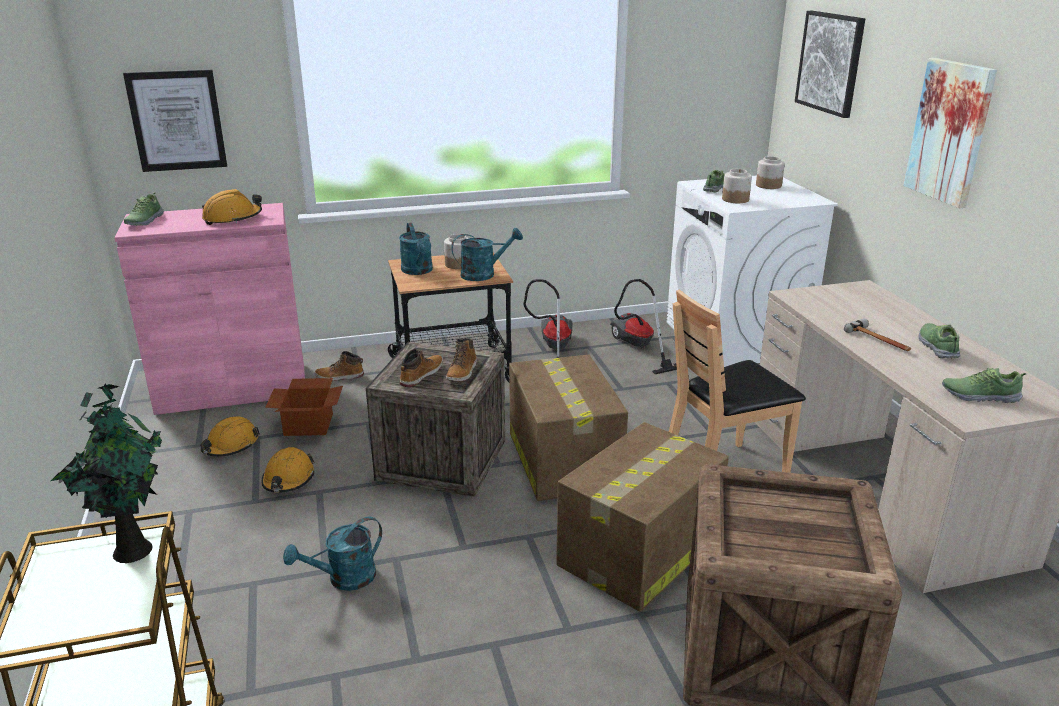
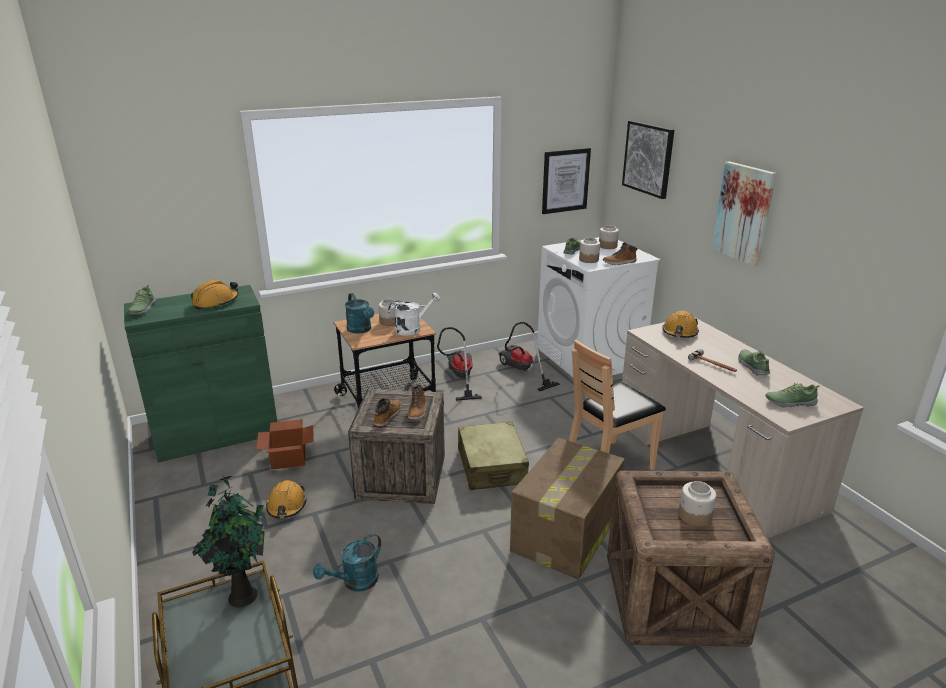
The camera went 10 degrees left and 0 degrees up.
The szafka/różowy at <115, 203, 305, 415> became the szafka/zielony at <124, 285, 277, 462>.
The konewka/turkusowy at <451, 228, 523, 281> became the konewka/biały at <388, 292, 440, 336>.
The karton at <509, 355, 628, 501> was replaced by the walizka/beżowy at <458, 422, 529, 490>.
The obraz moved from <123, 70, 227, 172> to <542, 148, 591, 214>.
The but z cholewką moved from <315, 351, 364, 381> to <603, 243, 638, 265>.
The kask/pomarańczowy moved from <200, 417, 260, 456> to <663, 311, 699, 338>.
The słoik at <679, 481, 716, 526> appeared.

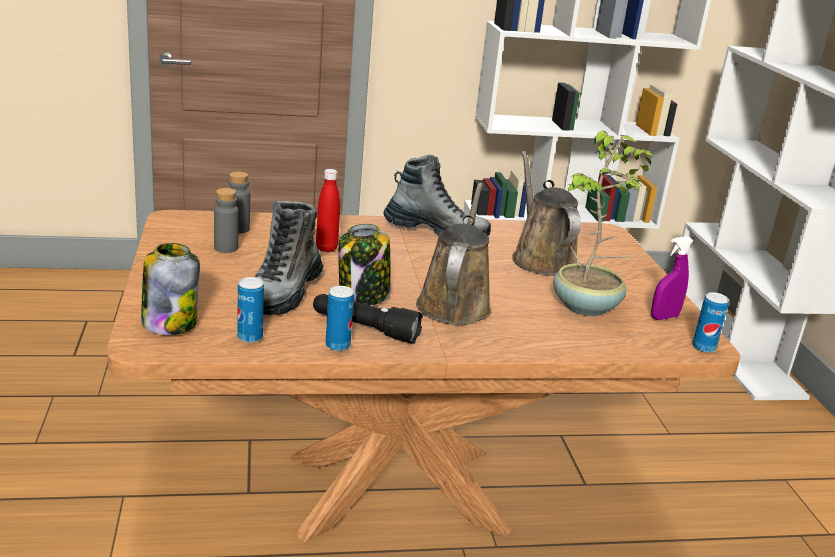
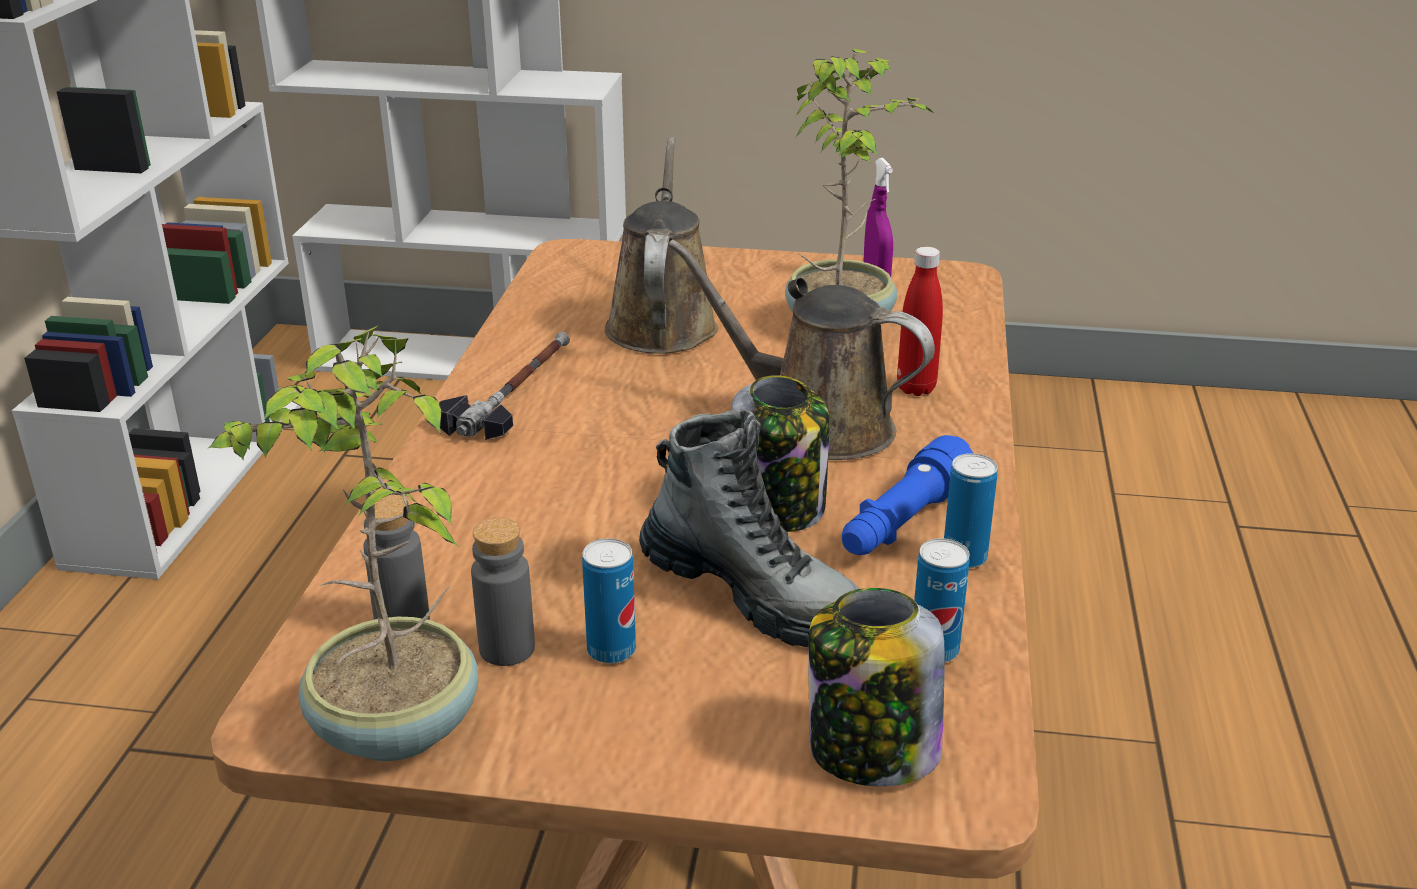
The camera went 70 degrees left and 5 degrees up.
The roślina doniczkowa at <209, 326, 478, 761> appeared.
The but z cholewką at <383, 154, 491, 236> was replaced by the młotek at <439, 332, 570, 440>.
The puszka moved from <692, 292, 729, 353> to <582, 539, 636, 664>.
The konewka/brązowy at <512, 151, 581, 276> turned 90 degrees clockwise.
The latarka/czarny at <313, 294, 423, 344> became the latarka/niebieski at <842, 435, 973, 555>.
The butelka/czerwony moved from <316, 169, 340, 252> to <897, 247, 943, 396>.

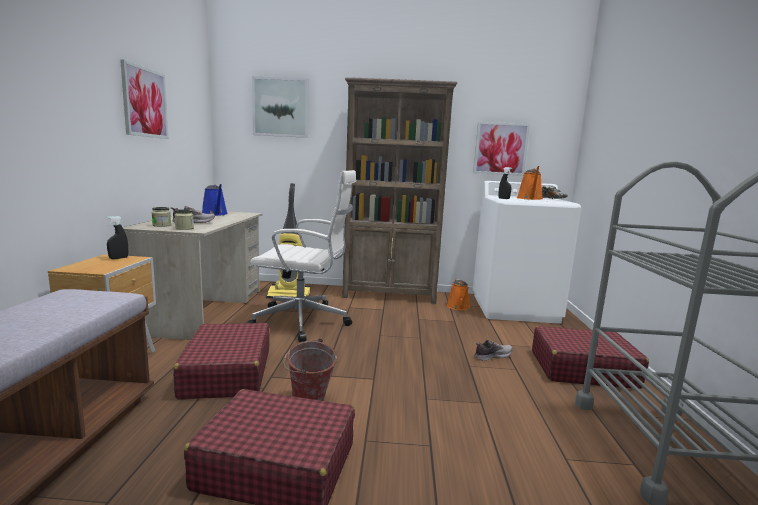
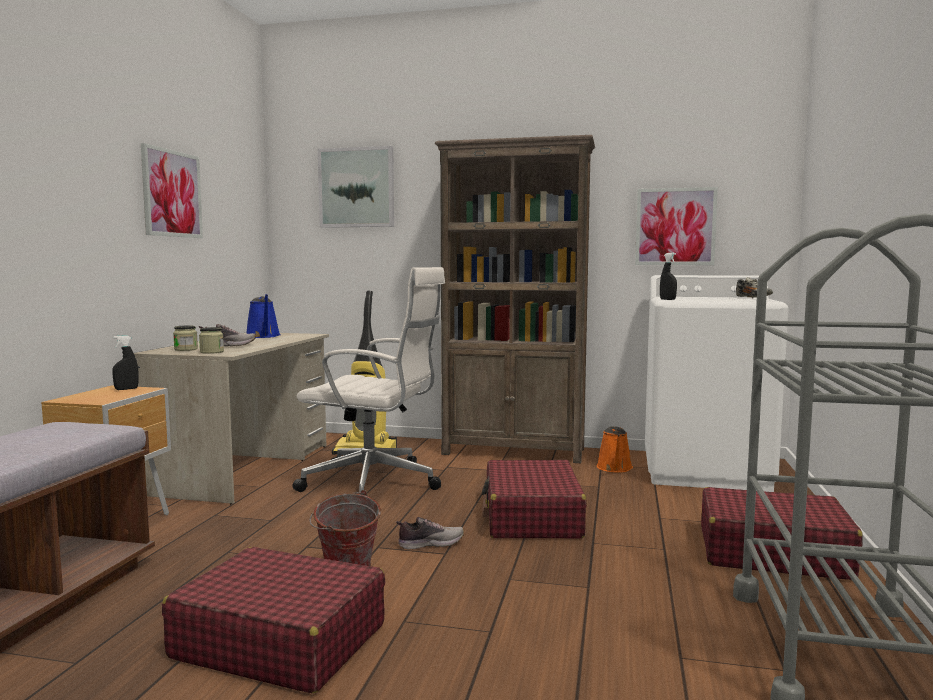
The camera went 10 degrees right and 5 degrees down.
The but moved from <475, 340, 513, 361> to <396, 517, 464, 549>.
The walizka/czerwony moved from <173, 323, 269, 400> to <482, 460, 587, 539>.
The konewka/pomarańczowy at <517, 166, 542, 200> disappeared.

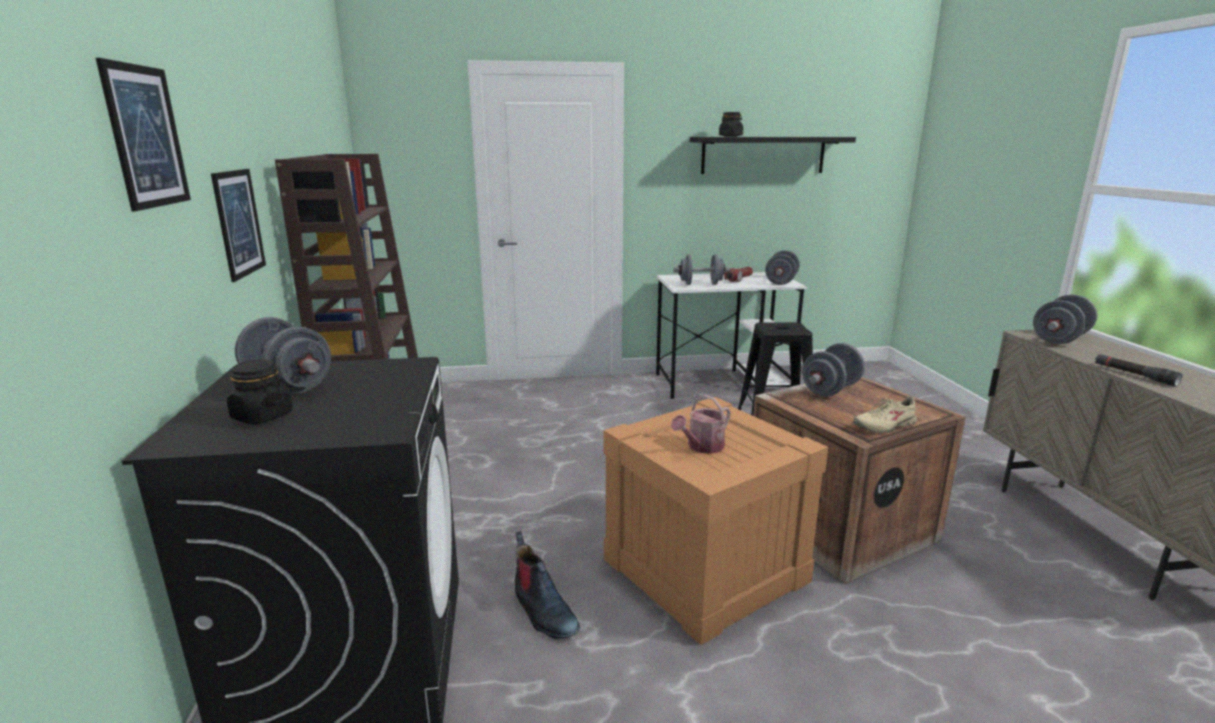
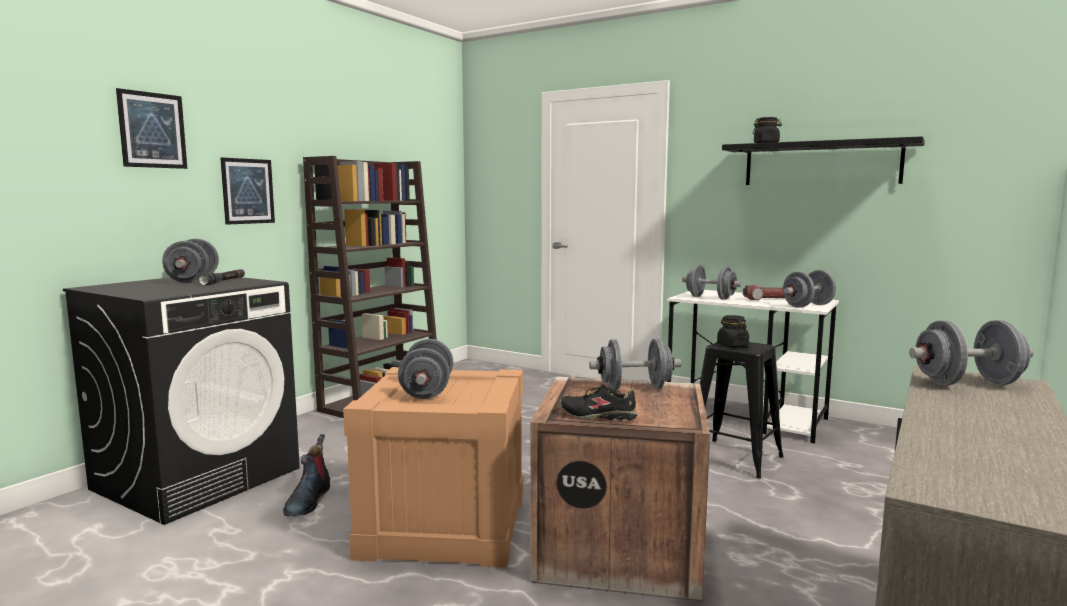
The camera went 40 degrees right and 10 degrees down.
The latarka/czarny moved from <1095, 354, 1183, 386> to <198, 269, 245, 286>.
The konewka at <671, 395, 731, 454> was replaced by the hantel/szary at <398, 339, 453, 399>.
The but/beżowy at <853, 396, 920, 433> became the but/czarny at <559, 385, 637, 422>.
The słoik/czarny moved from <227, 360, 293, 424> to <717, 315, 749, 347>.

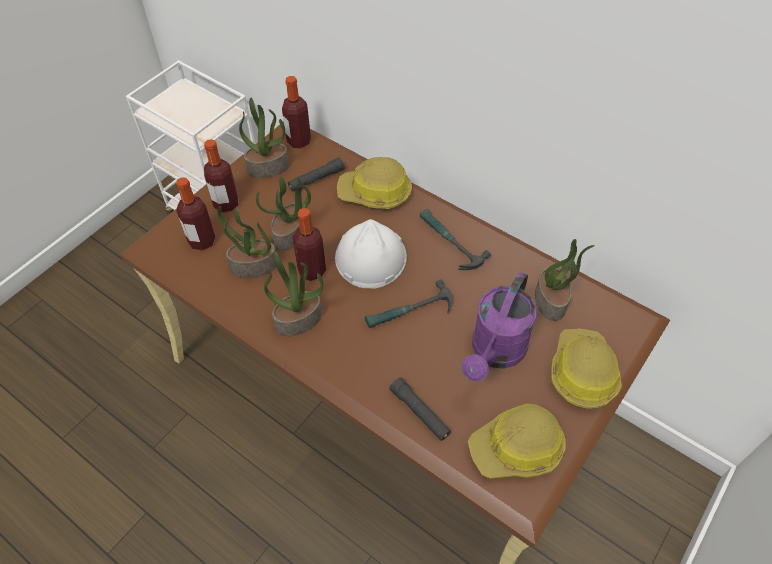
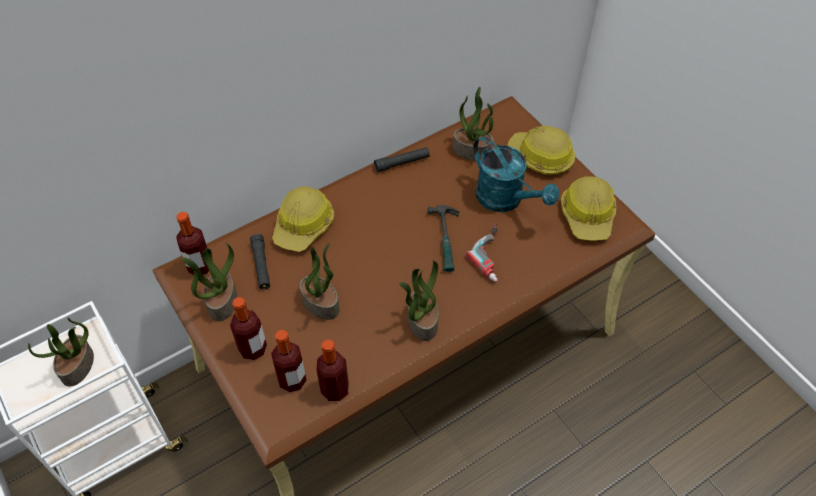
The camera went 70 degrees left and 0 degrees up.
The roślina doniczkowa moved from <217, 206, 276, 278> to <28, 318, 94, 387>.
The butelka moved from <293, 208, 326, 281> to <317, 340, 349, 401>.
The latarka/czarny moved from <389, 377, 451, 441> to <374, 147, 430, 172>.
The wiertarka at <466, 223, 498, 282> appeared.
The konewka/fioletowy at <462, 272, 536, 381> became the konewka/turkusowy at <473, 136, 559, 212>.
The kask/biały at <335, 219, 407, 289> disappeared.
The młotek at <420, 209, 491, 270> disappeared.

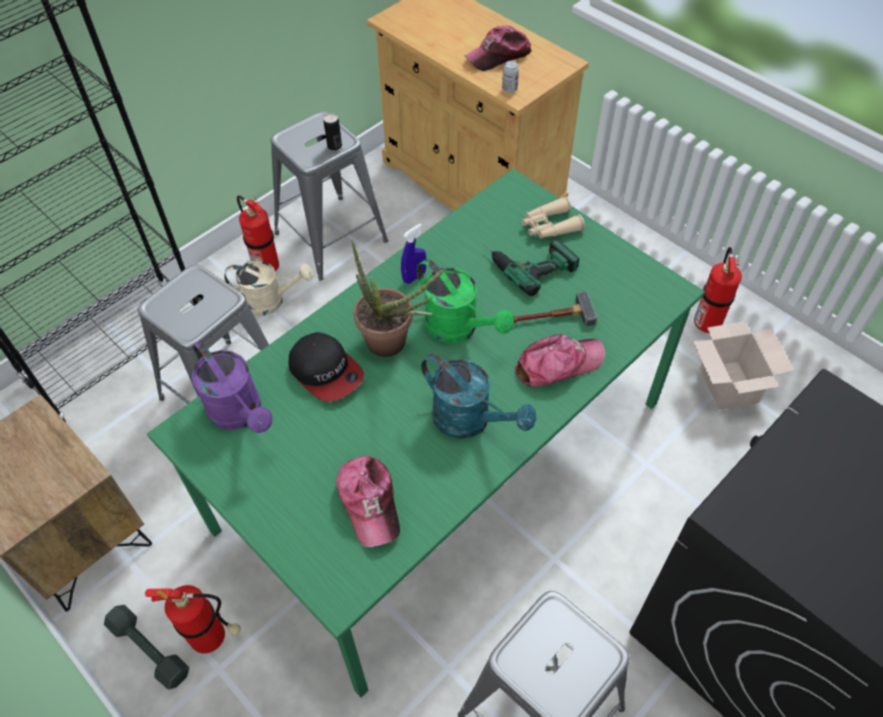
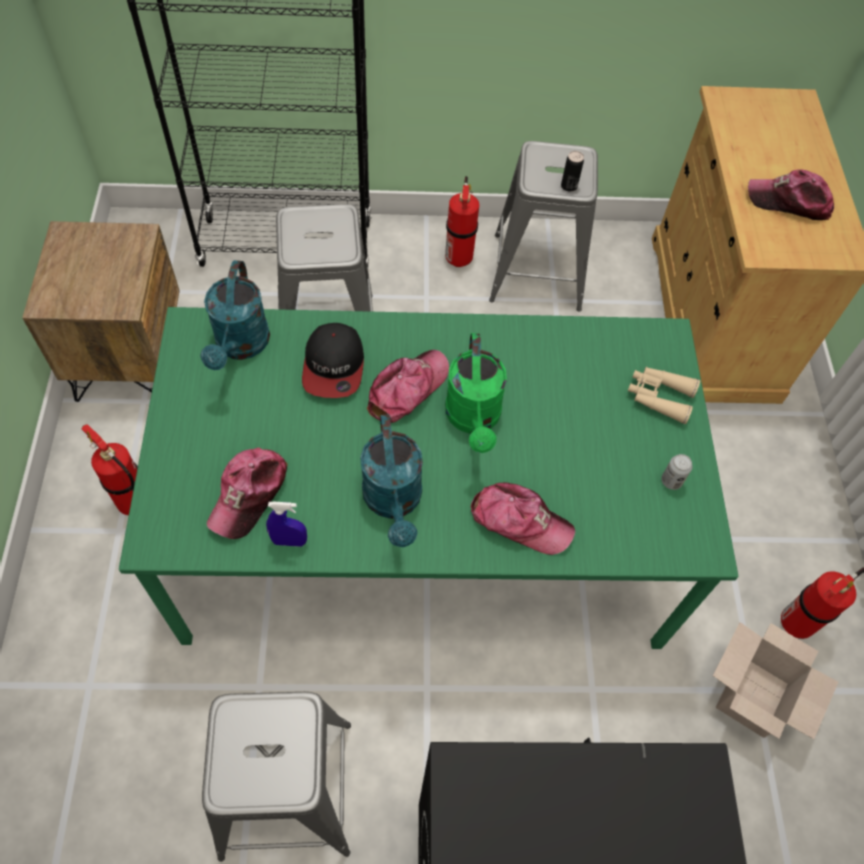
The camera went 40 degrees right and 5 degrees up.
The konewka/fioletowy at <192, 340, 273, 433> became the konewka/turkusowy at <201, 260, 270, 370>.
The spryskiwacz/niebieski moved from <401, 223, 426, 284> to <266, 502, 307, 547>.
The roślina doniczkowa at <351, 240, 446, 357> was replaced by the czapka z daszkiem at <367, 350, 449, 423>.
The puszka moved from <502, 61, 519, 93> to <661, 454, 692, 490>.
The hantel/szary at <104, 605, 189, 690> disappeared.
The konewka/beżowy at <224, 261, 313, 316> disappeared.
The wiertarka at <484, 239, 580, 296> disappeared.
The młotek at <514, 291, 597, 327> disappeared.

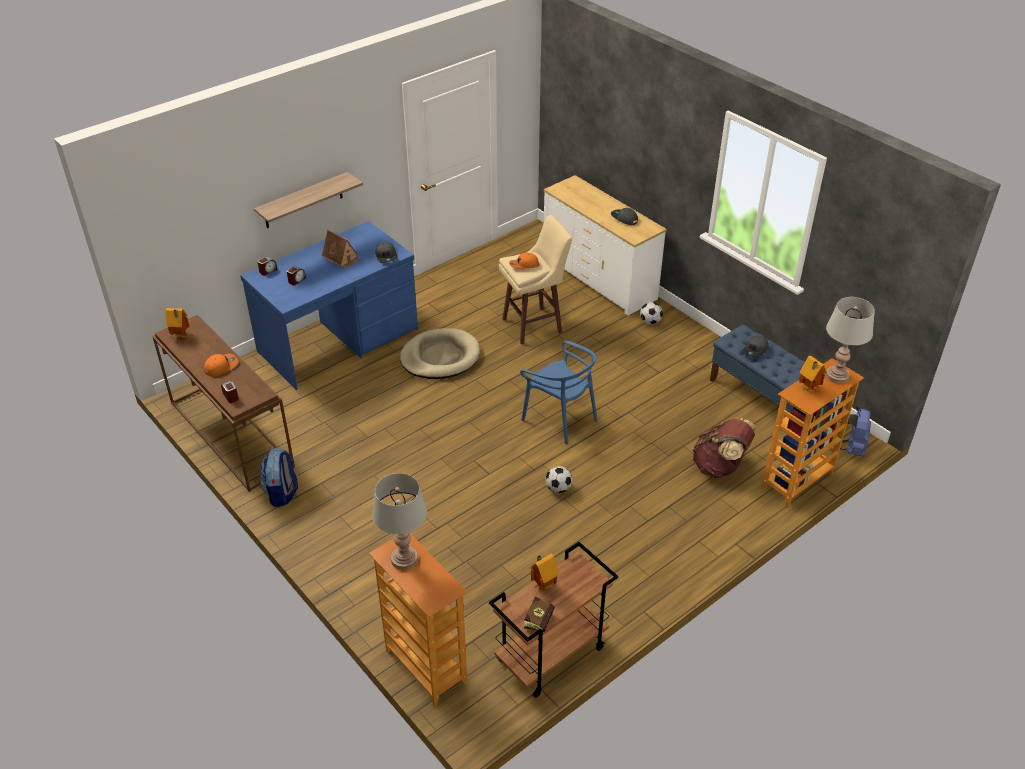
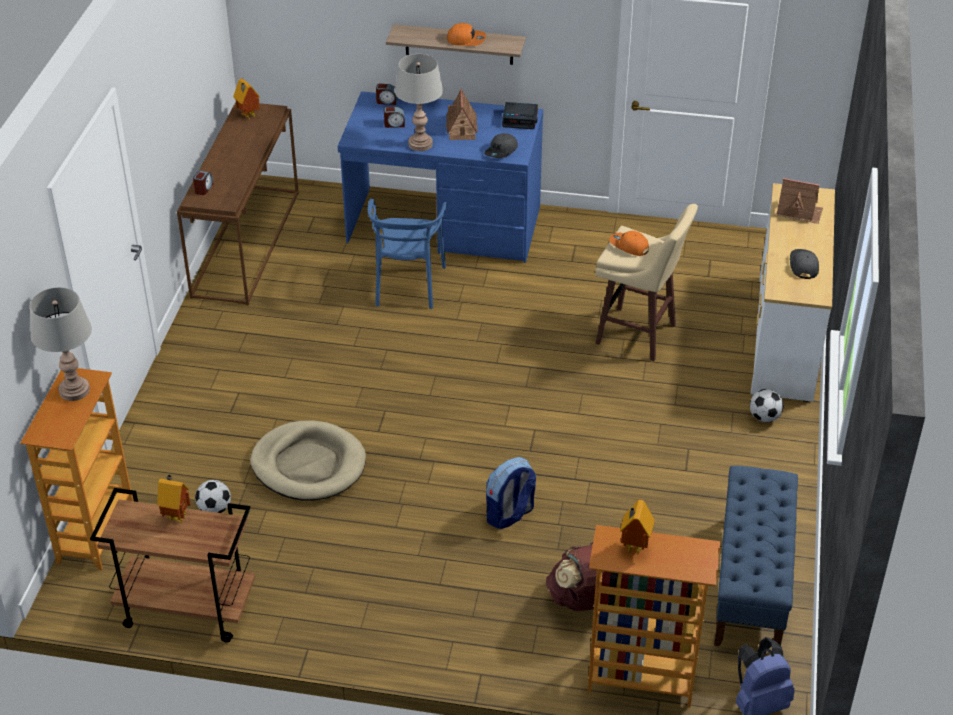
The camera went 50 degrees right and 0 degrees up.
The piłka futbolowa moved from <546, 466, 572, 493> to <195, 480, 231, 513>.
The legowisko/beżowy moved from <400, 328, 480, 379> to <250, 420, 366, 501>.
The krzesło/niebieski moved from <520, 341, 598, 444> to <367, 199, 447, 309>.
The lampa stołowa/szary moved from <826, 297, 875, 384> to <395, 54, 443, 151>.
The czapka z daszkiem/pomarańczowy moved from <204, 354, 238, 377> to <447, 23, 486, 46>.
The plecak moved from <261, 448, 298, 507> to <486, 457, 536, 529>.
The budzik at <502, 102, 538, 129> appeared.
The domek at <777, 178, 823, 224> appeared.
The książka at <524, 597, 555, 632> disappeared.
The czapka z daszkiem/szary at <742, 336, 768, 357> disappeared.

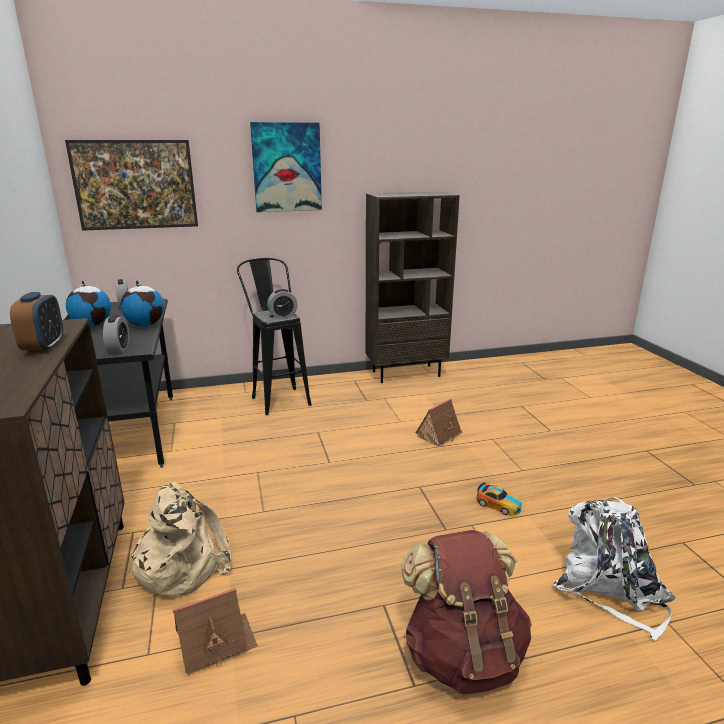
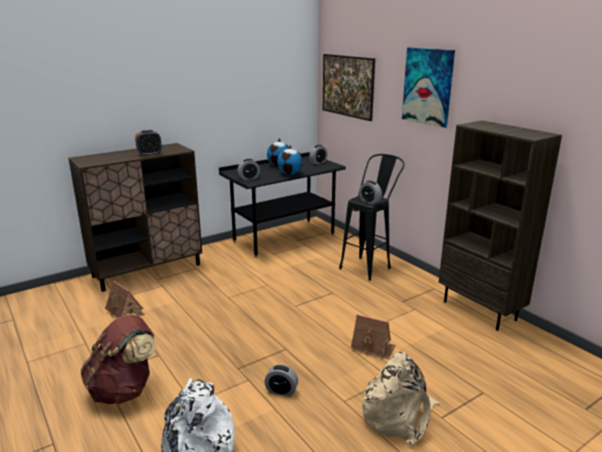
The camera went 70 degrees right and 0 degrees up.
The samochodzik at <476, 482, 522, 516> was replaced by the budzik at <264, 365, 298, 397>.
The plecak/beżowy moved from <126, 482, 232, 597> to <362, 352, 440, 445>.

